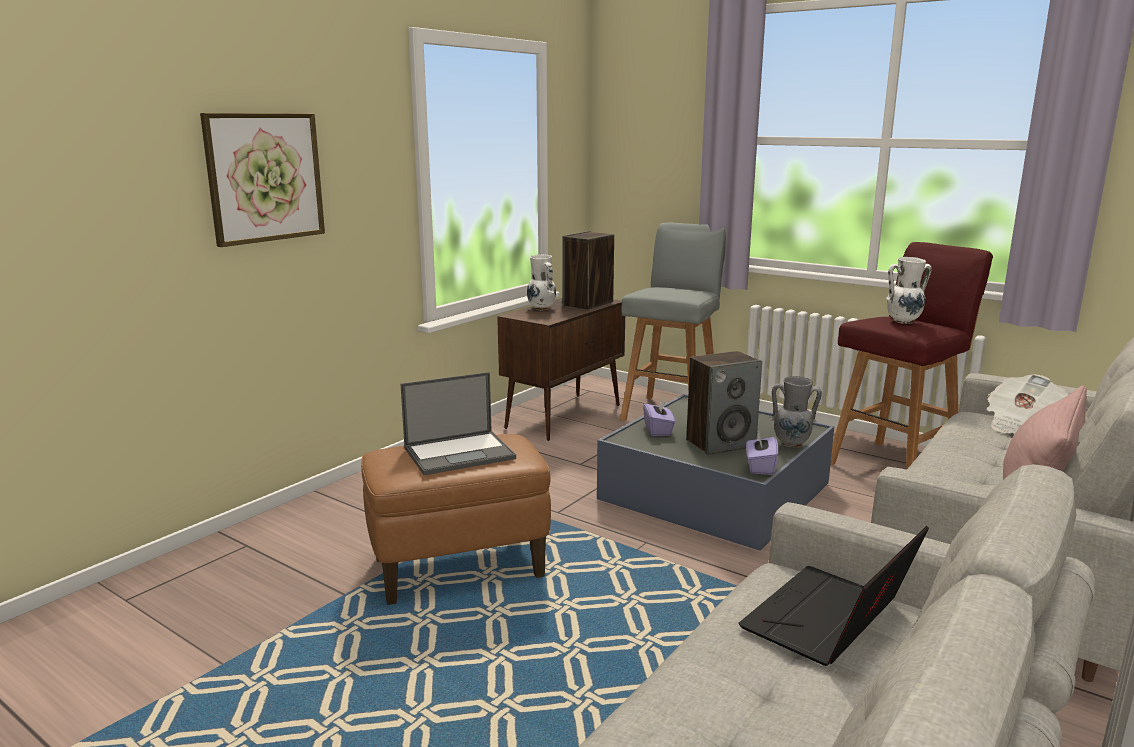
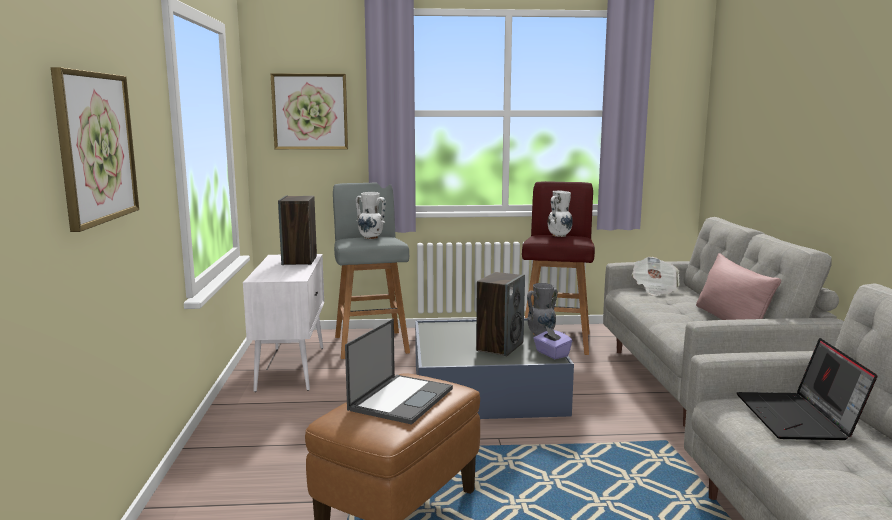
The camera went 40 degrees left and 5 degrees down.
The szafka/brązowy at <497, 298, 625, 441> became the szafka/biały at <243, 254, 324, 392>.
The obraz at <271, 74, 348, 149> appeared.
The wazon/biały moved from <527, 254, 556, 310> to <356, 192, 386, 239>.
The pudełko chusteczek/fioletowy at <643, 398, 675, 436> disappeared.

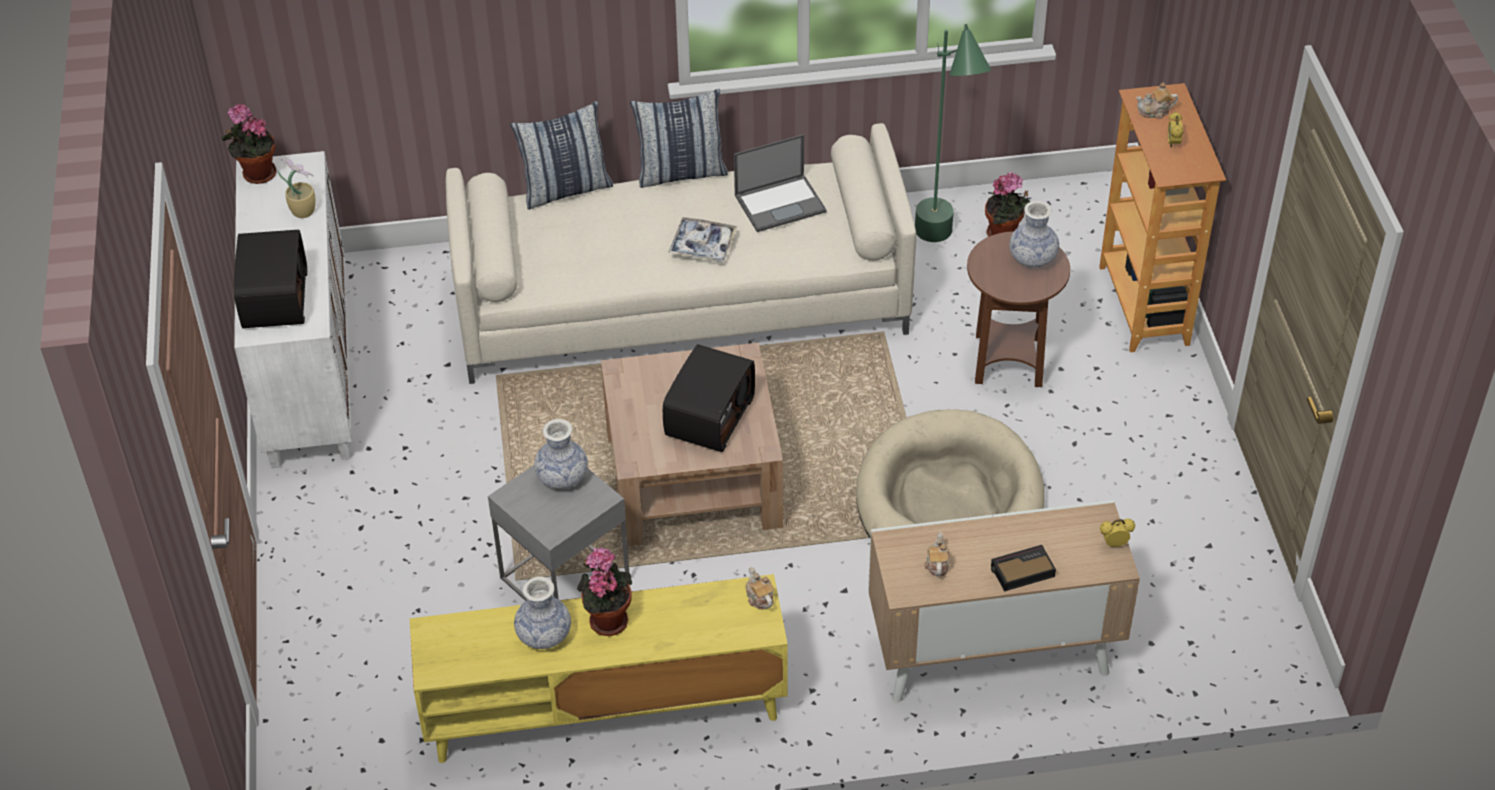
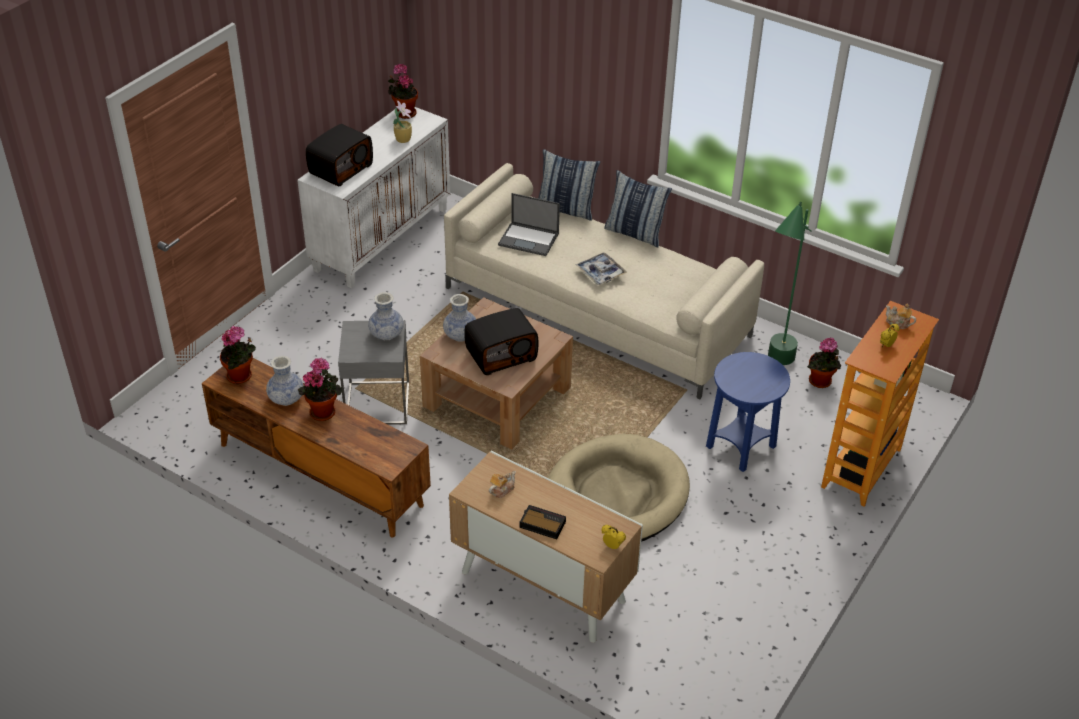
The camera went 40 degrees right and 5 degrees down.
The szafka pod telewizor/żółty at <410, 574, 788, 763> became the szafka pod telewizor/brązowy at <202, 358, 431, 538>.
The roślina doniczkowa at <220, 326, 256, 384> appeared.
The wazon moved from <1009, 201, 1059, 268> to <443, 294, 476, 342>.
The laptop moved from <734, 134, 827, 232> to <498, 193, 560, 256>.
The stolik/brązowy at <967, 231, 1070, 387> became the stolik/niebieski at <706, 352, 790, 472>.
The imbryk at <745, 567, 774, 610> disappeared.

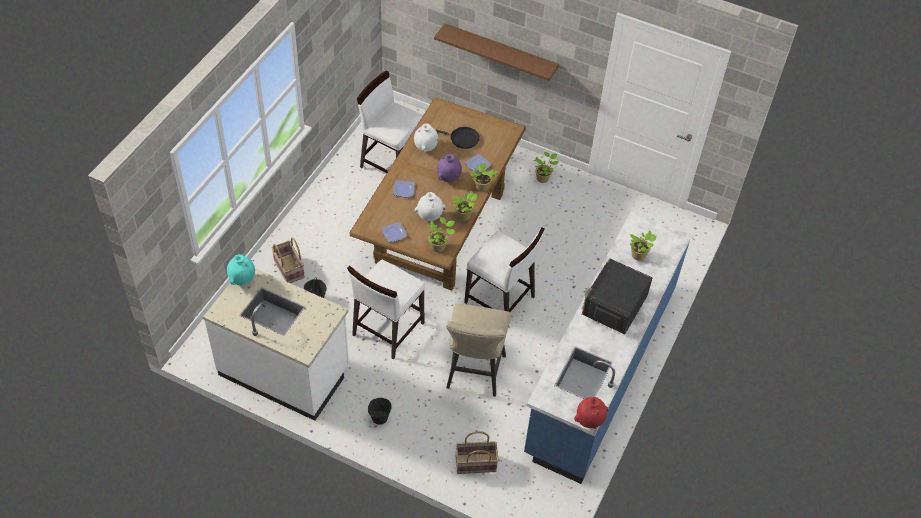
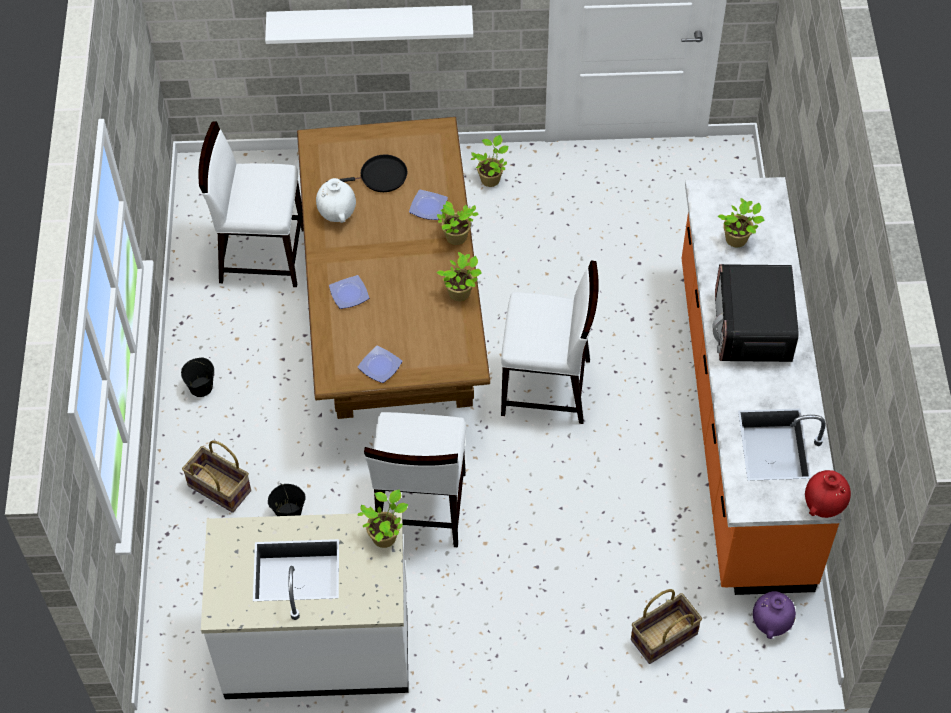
The camera went 25 degrees left and 5 degrees up.
The wiadro/czarny moved from <368, 398, 392, 425> to <181, 358, 214, 397>.
The półka/brązowy at <434, 23, 559, 81> became the półka/biały at <265, 5, 473, 44>.
The roślina doniczkowa moved from <427, 217, 455, 252> to <357, 489, 408, 548>.
The zabudowa kuchenna/niebieski at <524, 212, 692, 484> became the zabudowa kuchenna/pomarańczowy at <681, 177, 842, 595>.
The wazon/fioletowy moved from <437, 154, 462, 182> to <753, 591, 796, 639>.
The wazon/turkusowy at <227, 254, 255, 285> disappeared.
The wazon/biały at <415, 192, 446, 222> disappeared.
The stołek/beżowy at <446, 304, 511, 396> disappeared.

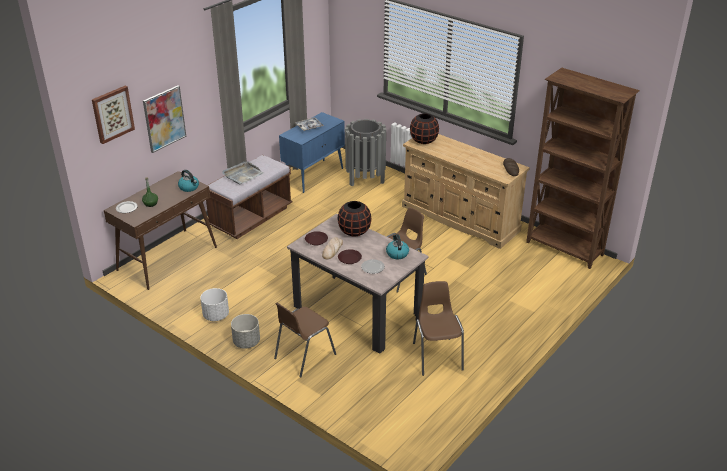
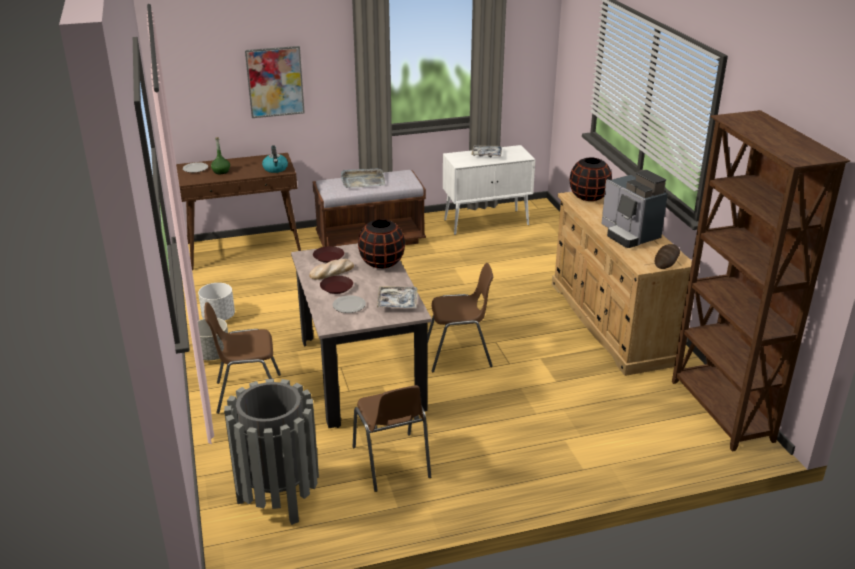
The camera went 35 degrees right and 5 degrees down.
The kosz na śmieci/szary moved from <345, 119, 386, 186> to <224, 379, 319, 525>.
The krzesło/brązowy at <413, 281, 464, 376> turned 135 degrees clockwise.
The czajnik at <386, 234, 409, 259> was replaced by the taca at <377, 286, 417, 308>.
The szafka/niebieski at <279, 112, 345, 193> became the szafka/biały at <443, 145, 536, 235>.
The ekspres do kawy at <601, 170, 668, 248> appeared.
The obraz at <92, 86, 135, 144> disappeared.

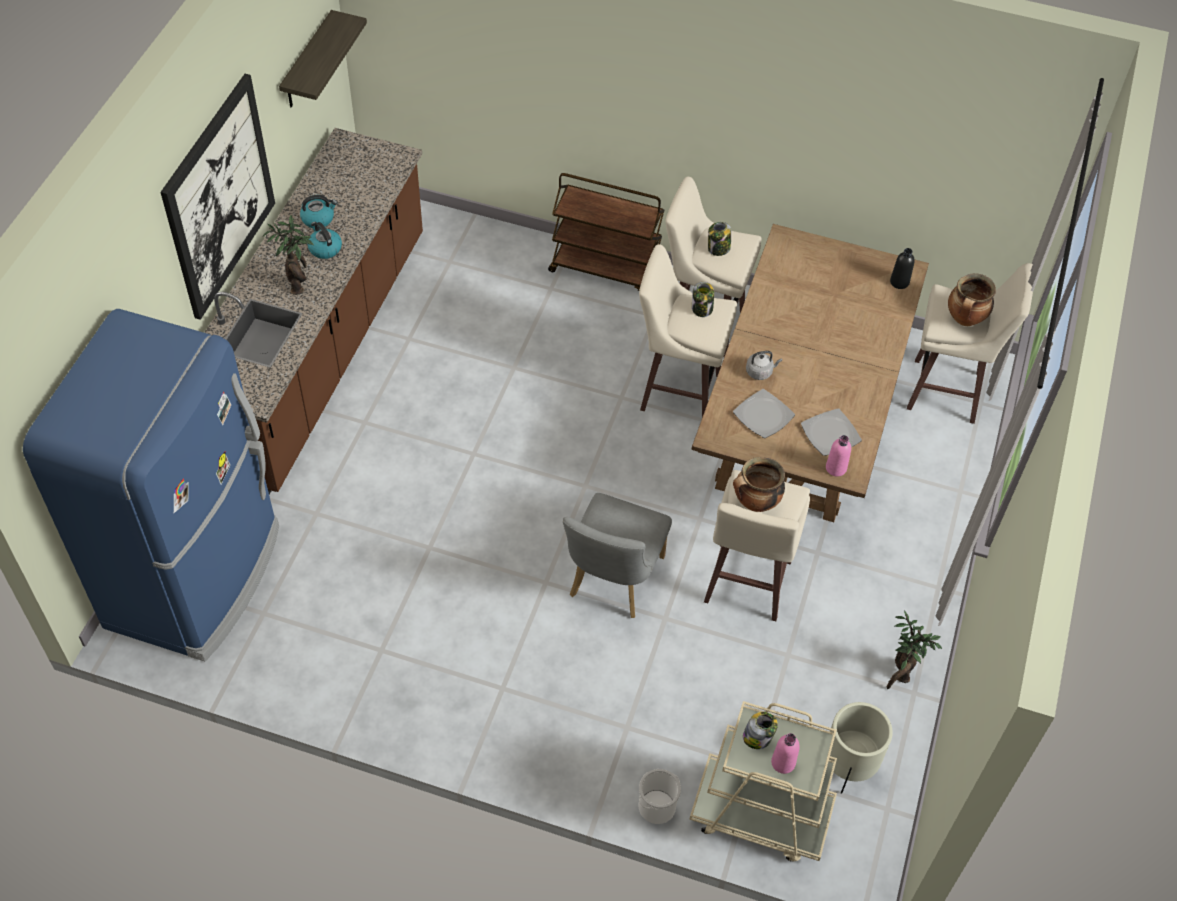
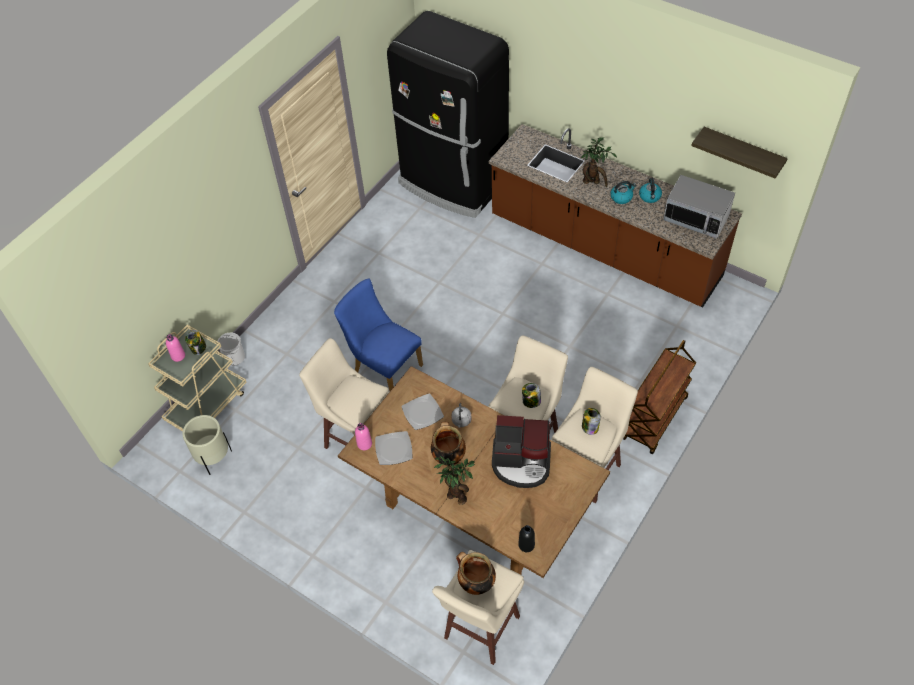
The camera went 110 degrees right and 0 degrees up.
The krzesło/szary at <563, 493, 672, 618> became the krzesło/niebieski at <334, 279, 423, 391>.
The lodówka/niebieski at <23, 309, 279, 661> became the lodówka/czarny at <387, 11, 509, 218>.
The garnek moved from <733, 457, 785, 512> to <431, 422, 466, 466>.
The roślina doniczkowa moved from <887, 611, 942, 689> to <434, 456, 475, 505>.
The ekspres do kawy at <492, 415, 551, 488> appeared.
The mikrofalówka at <663, 175, 735, 238> appeared.
The obraz at <160, 74, 275, 320> disappeared.

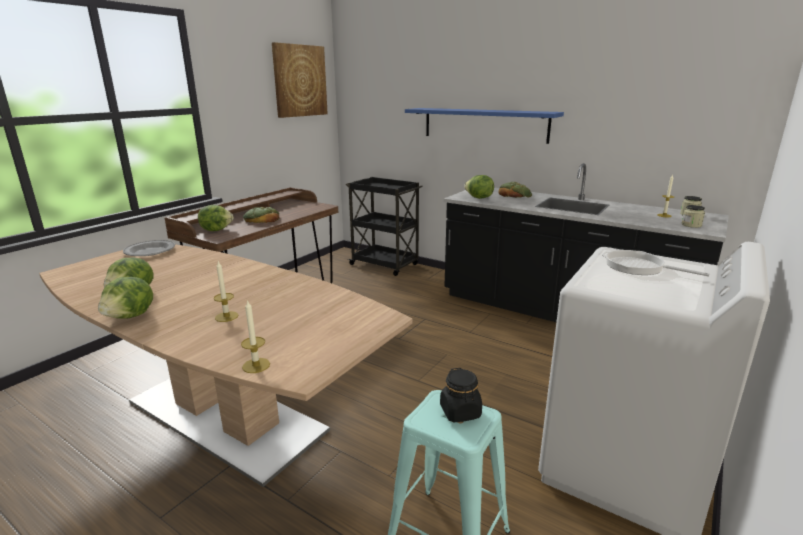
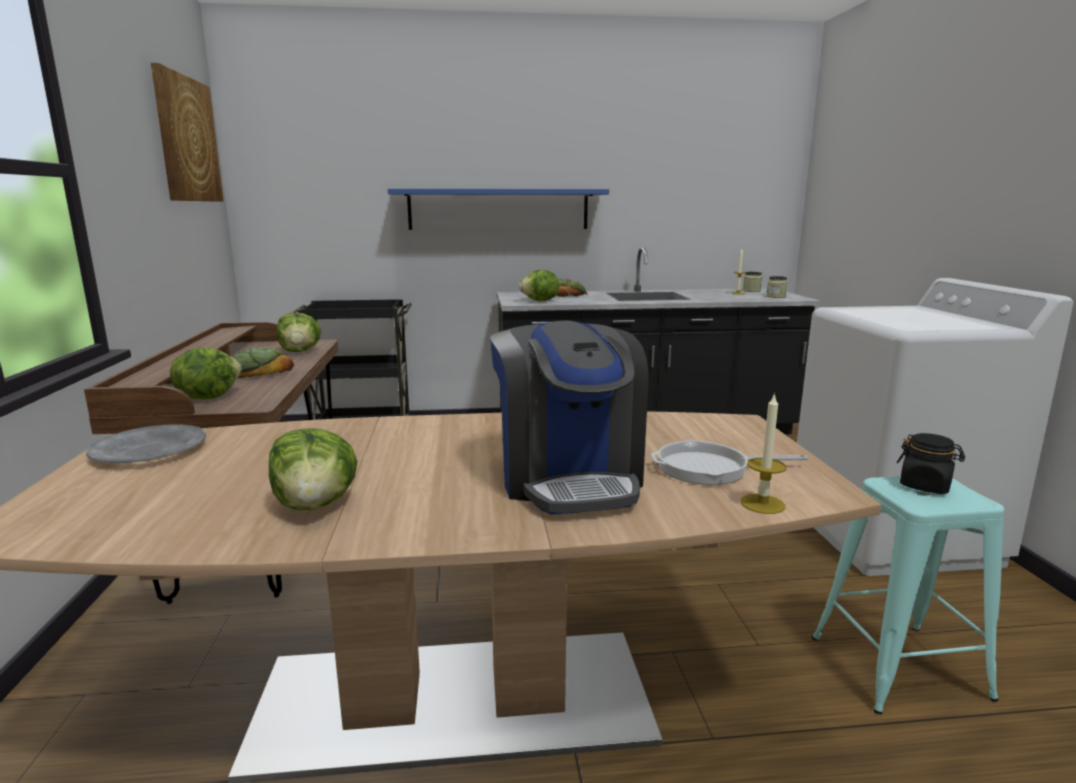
The camera went 40 degrees left and 5 degrees down.
The sałata moved from <98, 277, 153, 319> to <277, 313, 321, 352>.
The świeca at <214, 262, 238, 322> was replaced by the ekspres do kawy at <490, 321, 648, 515>.
The patelnia moved from <602, 250, 710, 277> to <651, 440, 808, 485>.

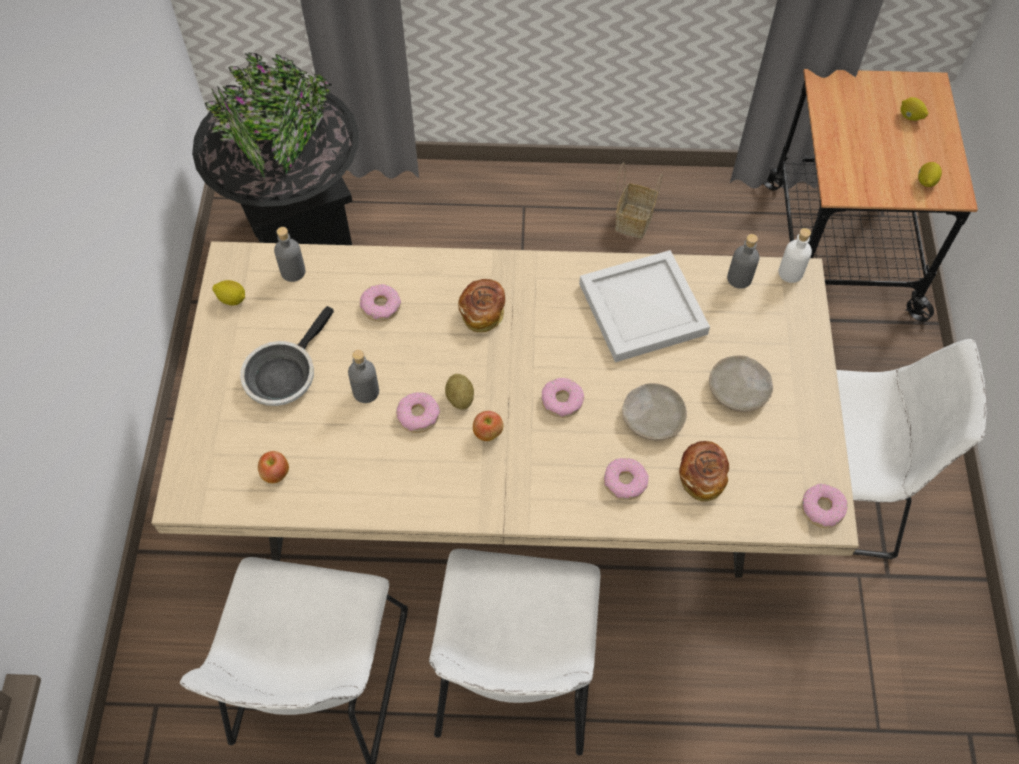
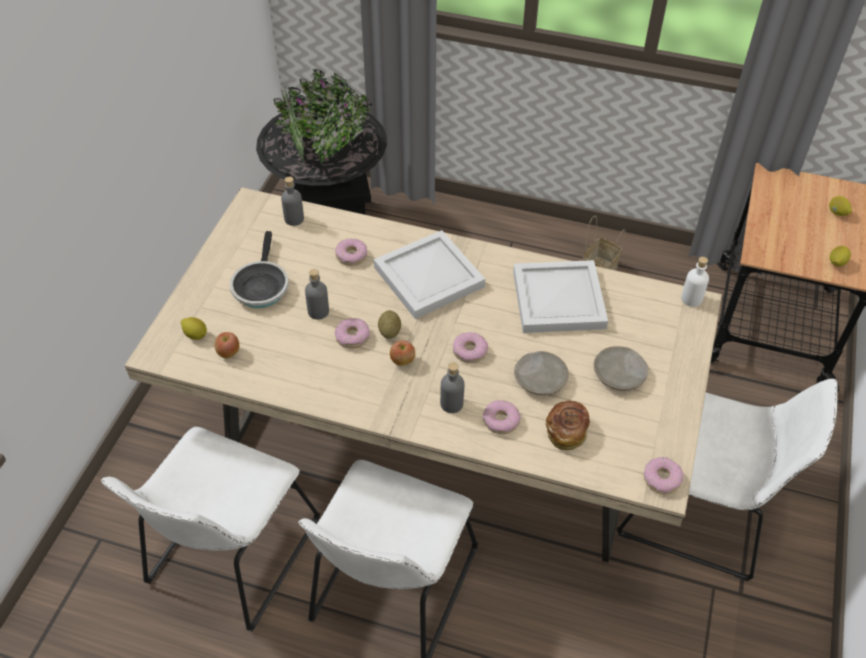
The camera went 15 degrees right and 10 degrees down.
The cytryna moved from <212, 280, 245, 305> to <181, 317, 207, 340>.
The patelnia at <240, 306, 334, 406> turned 45 degrees counterclockwise.
The chleb at <458, 279, 505, 332> was replaced by the taca/biały at <374, 230, 485, 319>.
The butelka/szary moved from <727, 234, 759, 289> to <440, 363, 464, 413>.

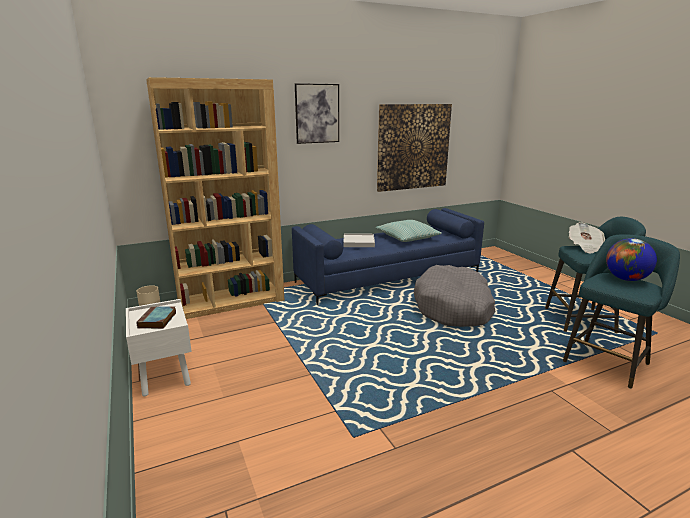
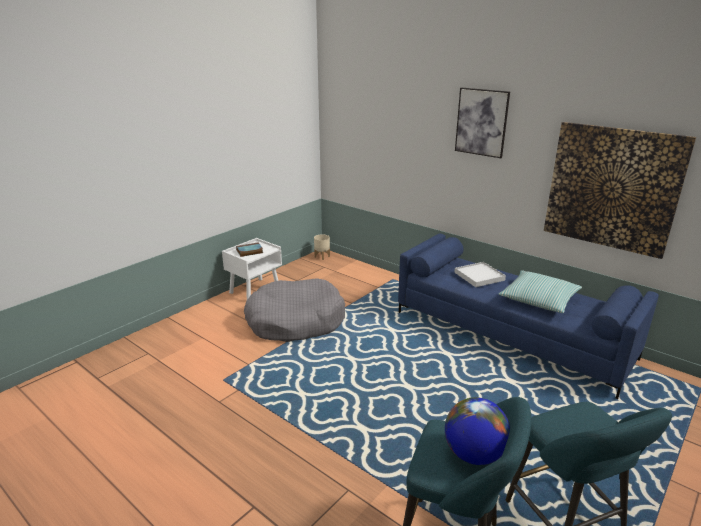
The camera went 65 degrees right and 5 degrees up.
The legowisko/szary moved from <414, 265, 495, 327> to <244, 278, 345, 342>.
The regał/brązowy at <146, 77, 285, 319> disappeared.
The gazeta at <568, 222, 605, 253> disappeared.

